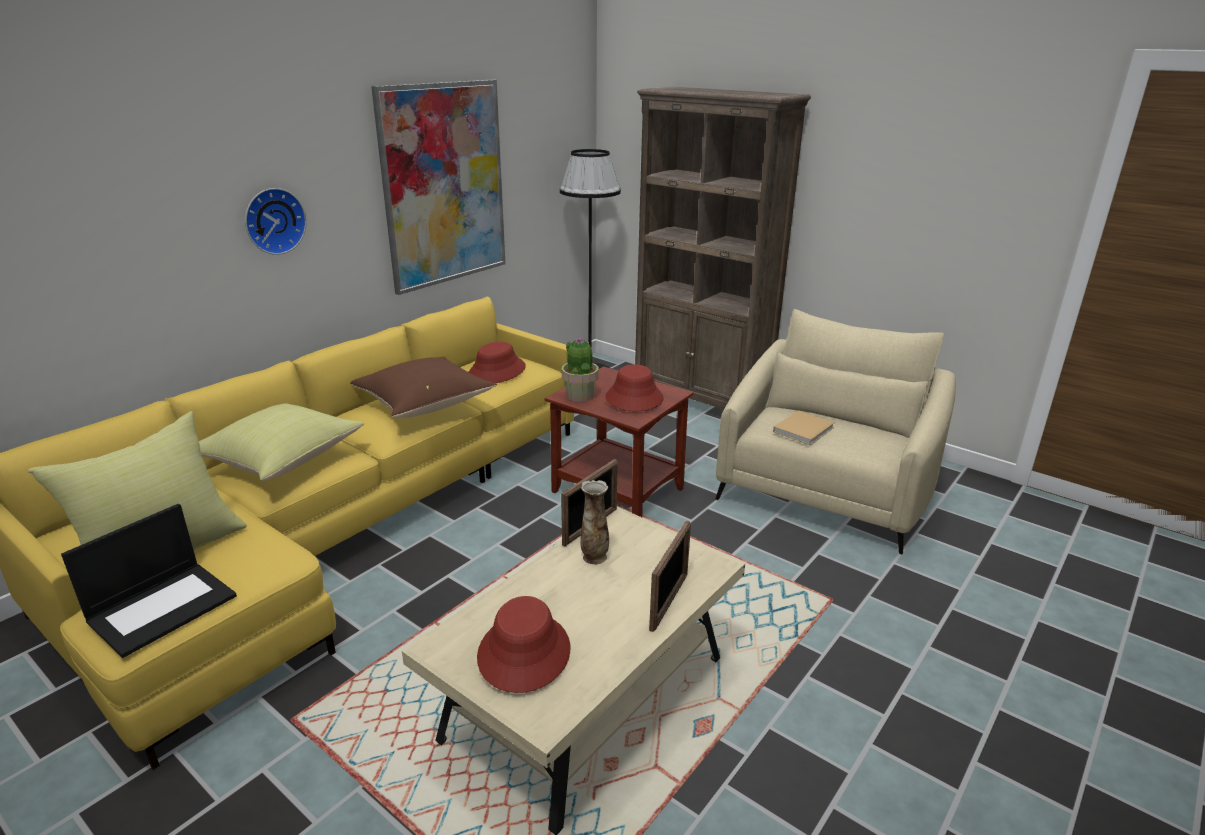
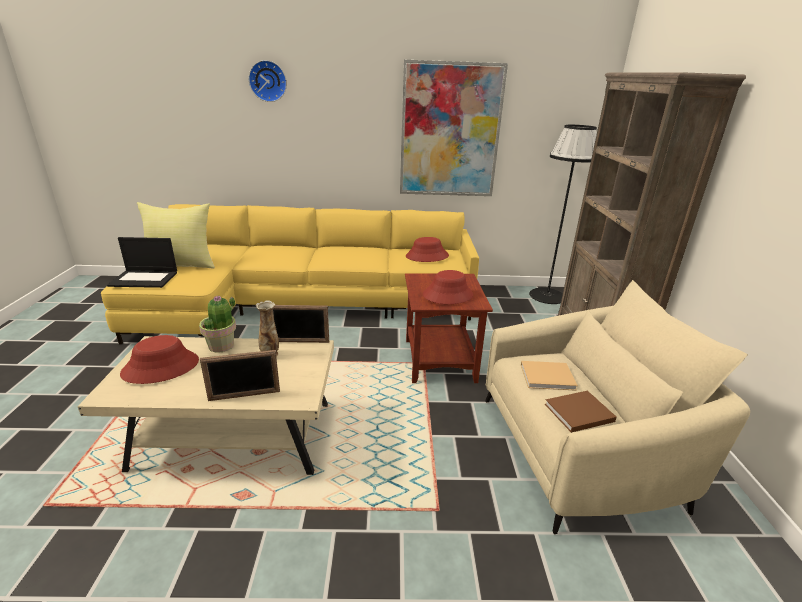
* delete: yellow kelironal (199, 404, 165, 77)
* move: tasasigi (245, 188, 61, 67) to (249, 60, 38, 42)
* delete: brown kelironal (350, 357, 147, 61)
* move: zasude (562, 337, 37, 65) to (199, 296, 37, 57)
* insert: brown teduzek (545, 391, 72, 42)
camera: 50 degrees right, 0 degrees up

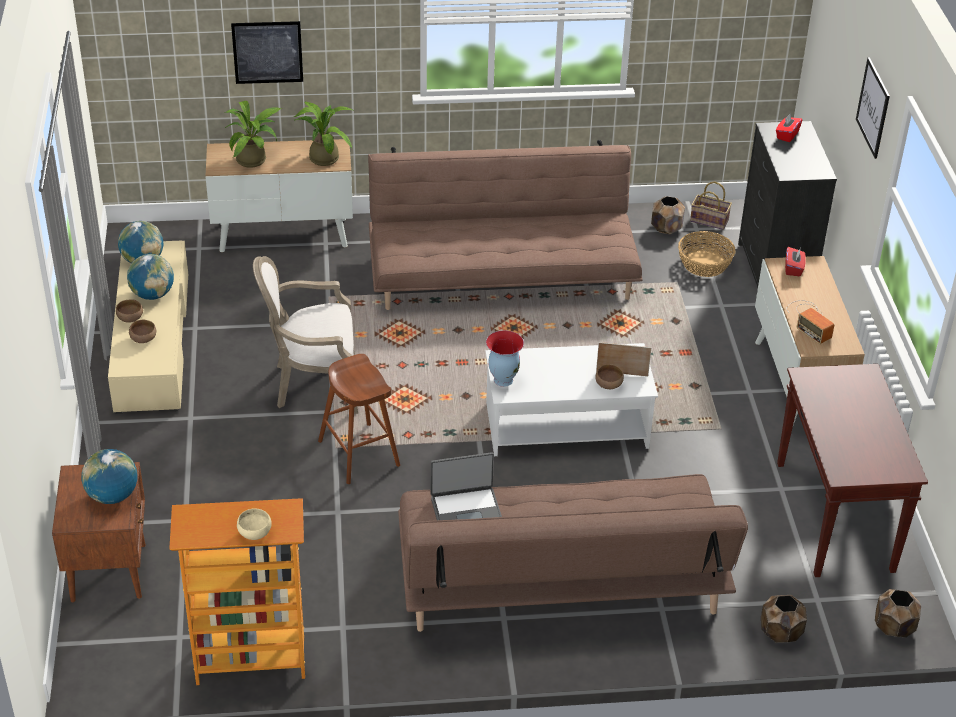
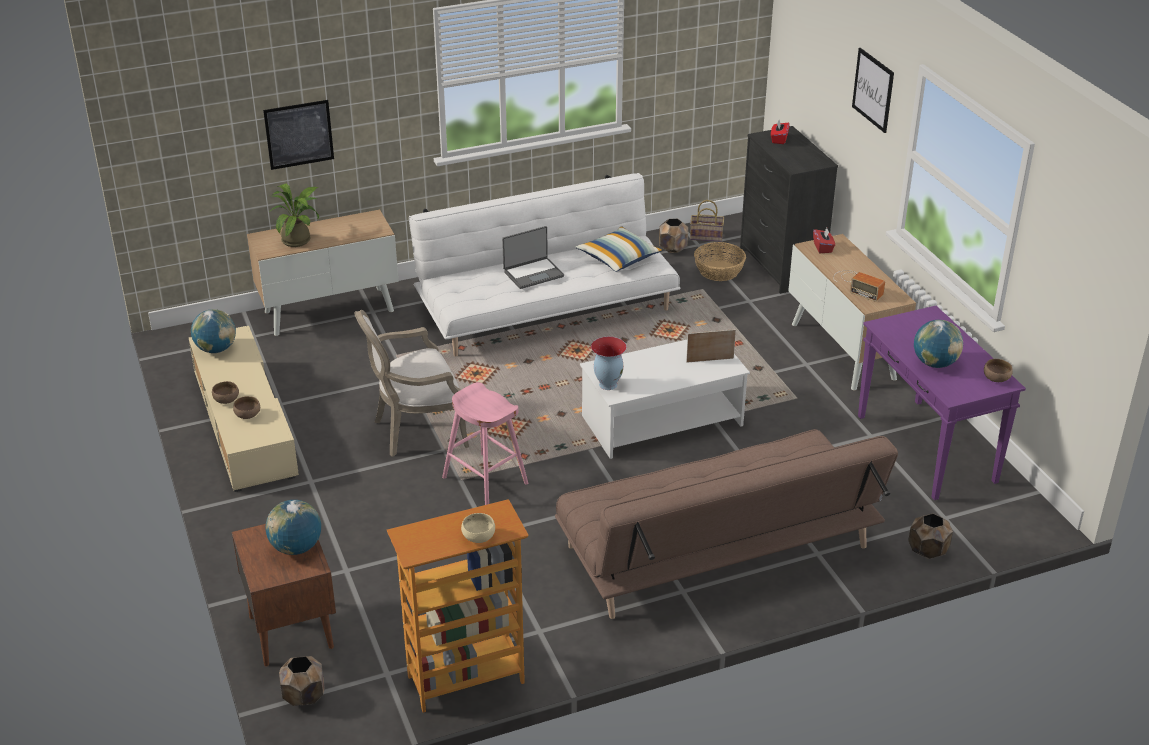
* move: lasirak (127, 254, 47, 46) to (914, 320, 49, 48)
* delete: zasude (294, 101, 59, 65)
* recolor: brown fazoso (318, 354, 82, 130) to pink fazoso (442, 382, 86, 123)
* recolor: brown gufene (368, 140, 275, 170) to white gufene (409, 173, 271, 183)
* move: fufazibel (431, 452, 71, 68) to (502, 226, 62, 63)
* move: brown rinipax (595, 364, 29, 25) to (984, 359, 29, 23)
* recolor: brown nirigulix (777, 364, 151, 213) to purple nirigulix (858, 306, 168, 194)
* move: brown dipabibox (875, 589, 46, 49) to (279, 656, 46, 50)
* insert: kelironal (575, 227, 87, 45)
camera: 15 degrees left, 5 degrees down

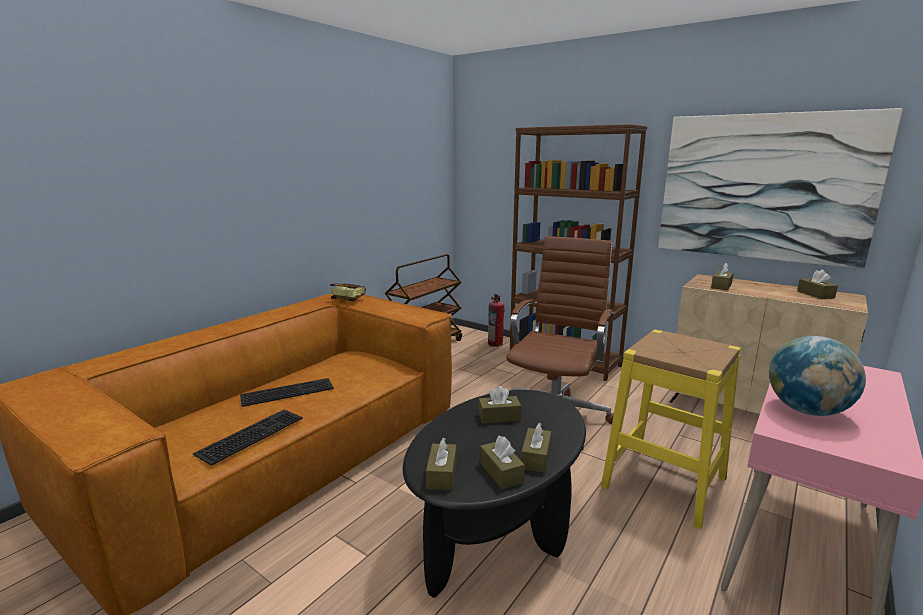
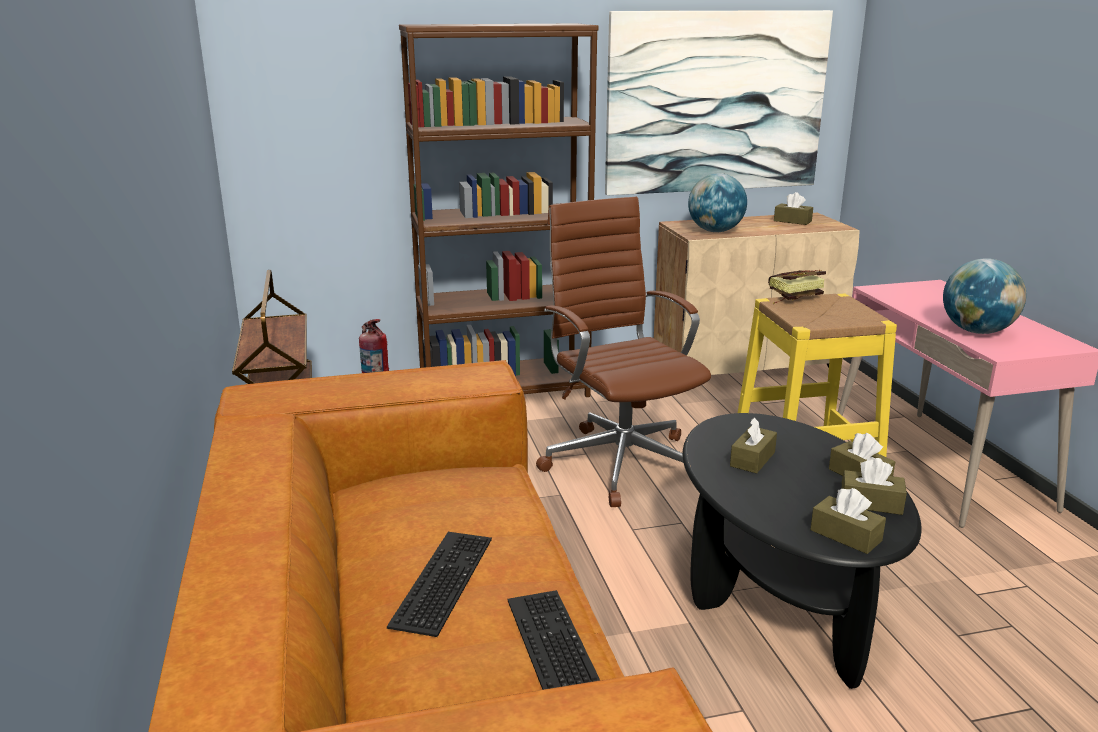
* move: teduzek (329, 283, 37, 18) to (768, 270, 58, 34)
* replace: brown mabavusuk (711, 263, 23, 27) to lasirak (688, 173, 59, 59)
camera: 50 degrees left, 5 degrees up

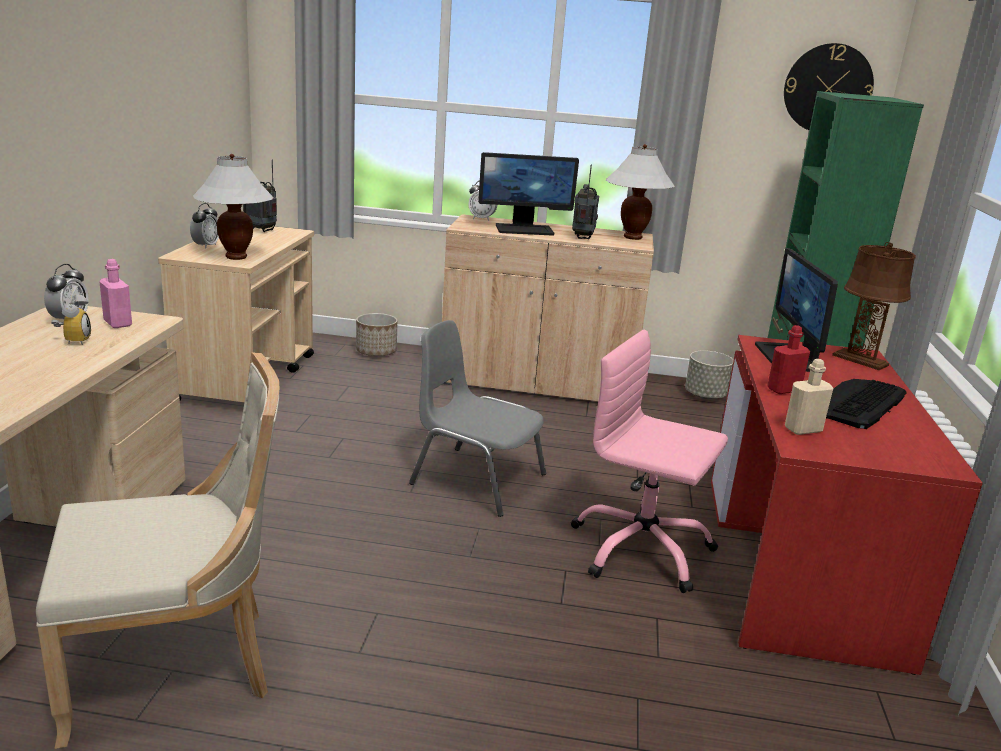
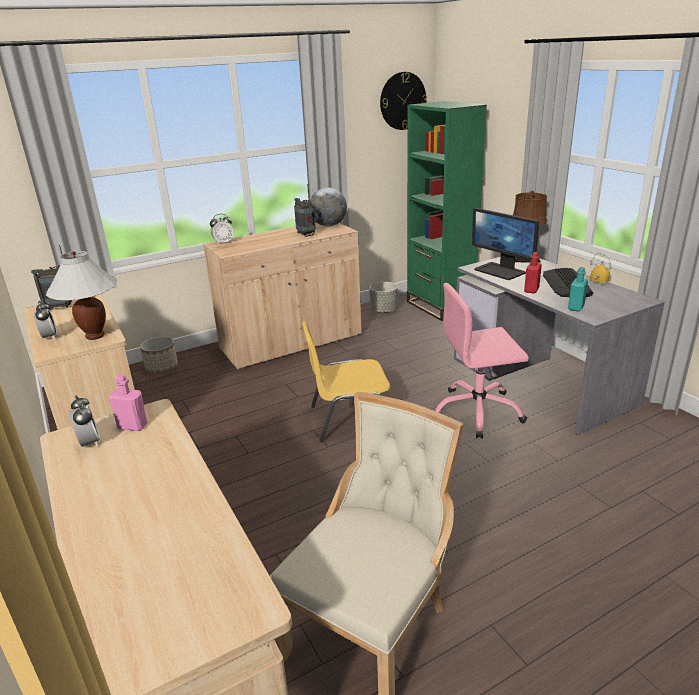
* move: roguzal (51, 286, 40, 59) to (590, 253, 21, 33)
* recolor: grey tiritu (409, 320, 137, 197) to yellow tiritu (302, 321, 89, 121)
* delete: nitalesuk (478, 152, 101, 84)
* replace: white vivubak (606, 144, 69, 96) to lasirak (309, 187, 38, 40)
* recolor: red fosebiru (711, 335, 272, 340) to grey fosebiru (454, 257, 211, 178)
* recolor: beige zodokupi (785, 359, 48, 76) to turquoise zodokupi (568, 267, 20, 45)
camera: 35 degrees left, 5 degrees up

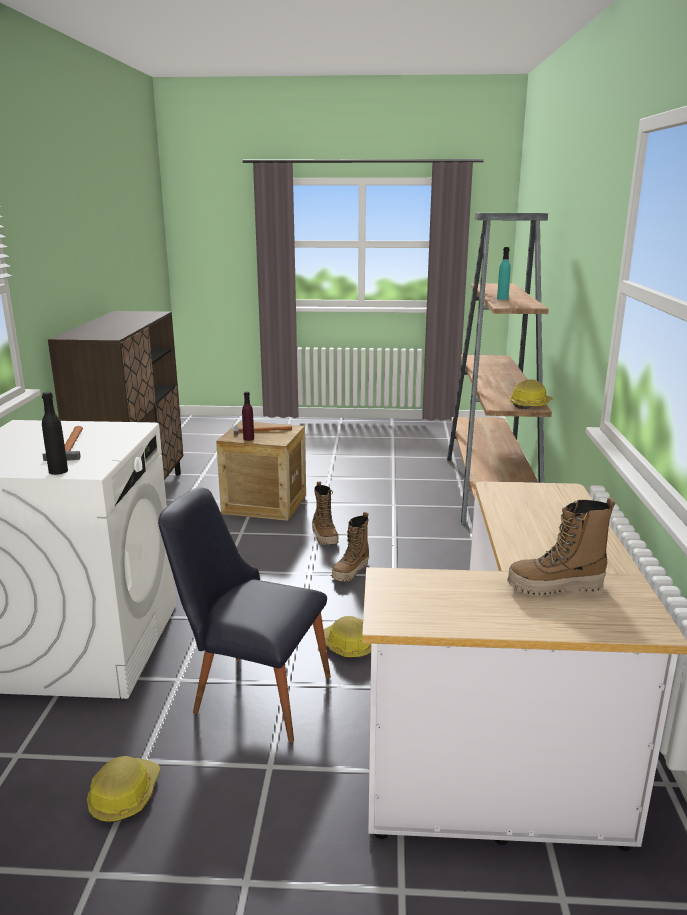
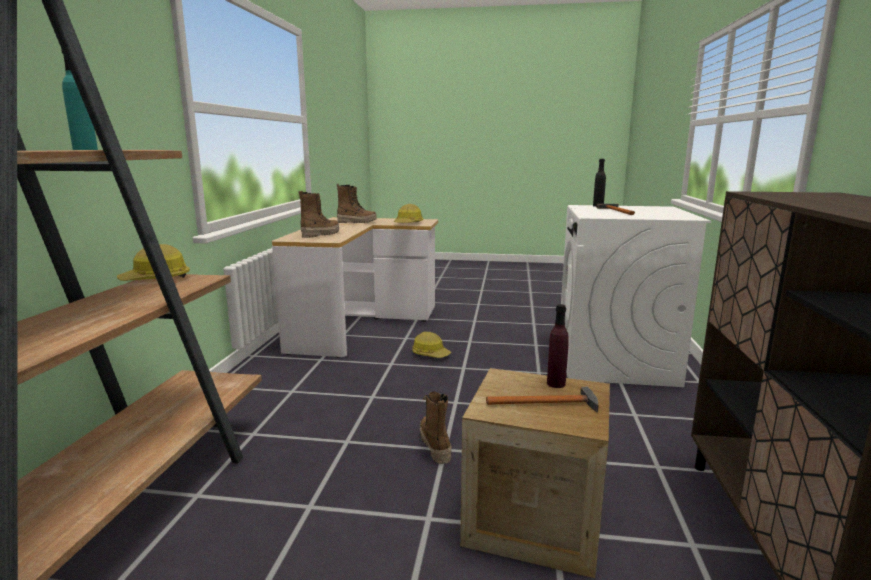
* move: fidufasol (87, 756, 73, 66) to (394, 204, 30, 19)
* delete: black tiritu (158, 488, 173, 254)
* move: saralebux (332, 512, 37, 70) to (299, 191, 40, 47)
camera: 175 degrees left, 5 degrees down

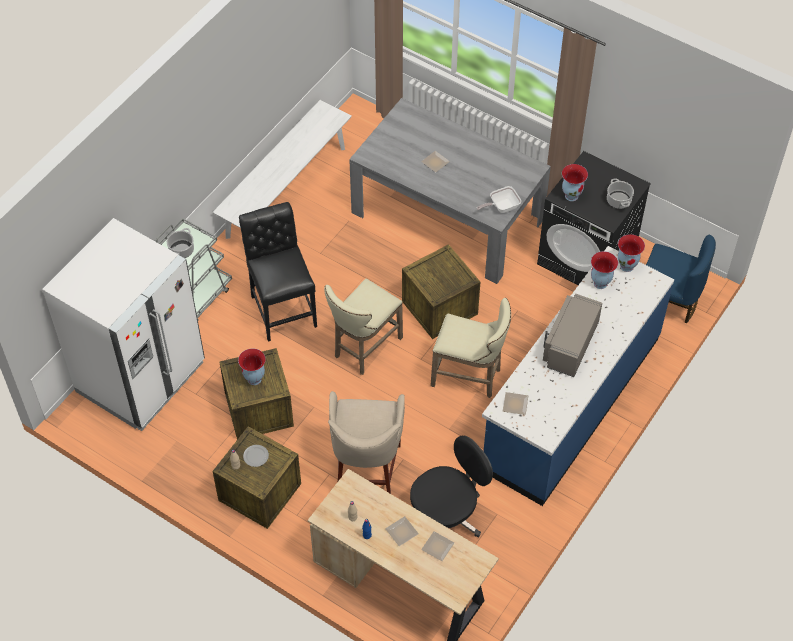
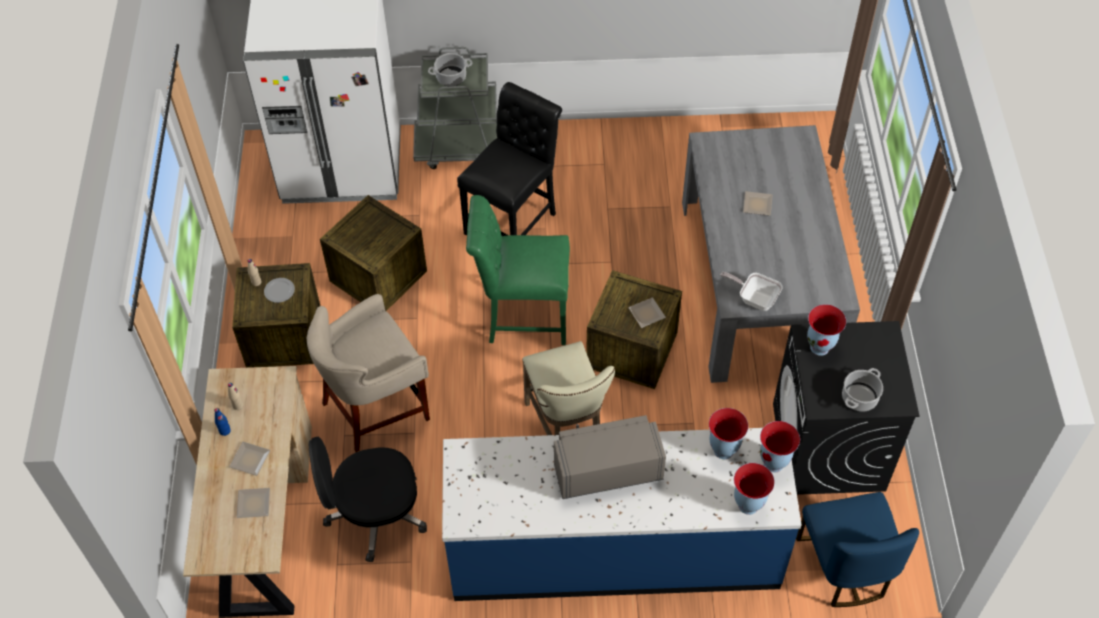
* delete: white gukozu (213, 100, 139, 139)
* move: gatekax (238, 348, 27, 37) to (734, 463, 41, 52)
* replace: beige fazoso (324, 279, 79, 96) to green tiritu (466, 195, 104, 150)
* rotate: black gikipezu (410, 436, 83, 102) = (309, 437, 118, 125) 150 degrees clockwise
* move: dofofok (503, 392, 25, 23) to (628, 297, 38, 31)
camera: 55 degrees right, 0 degrees up

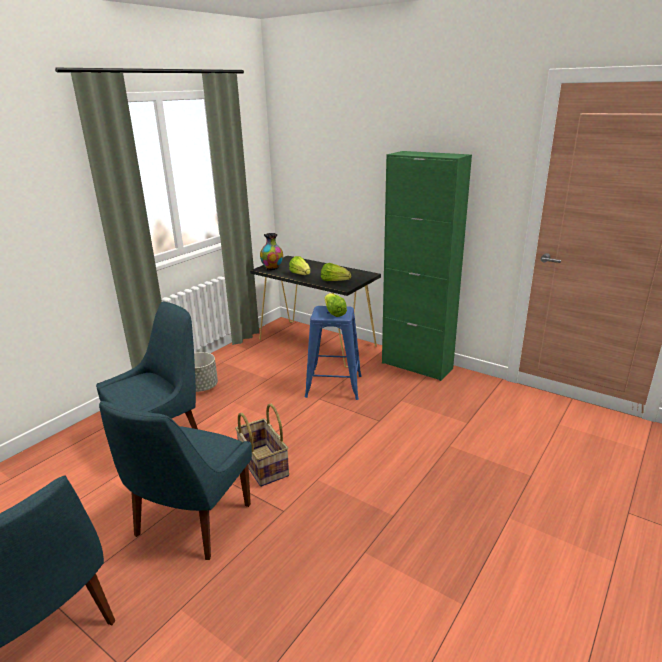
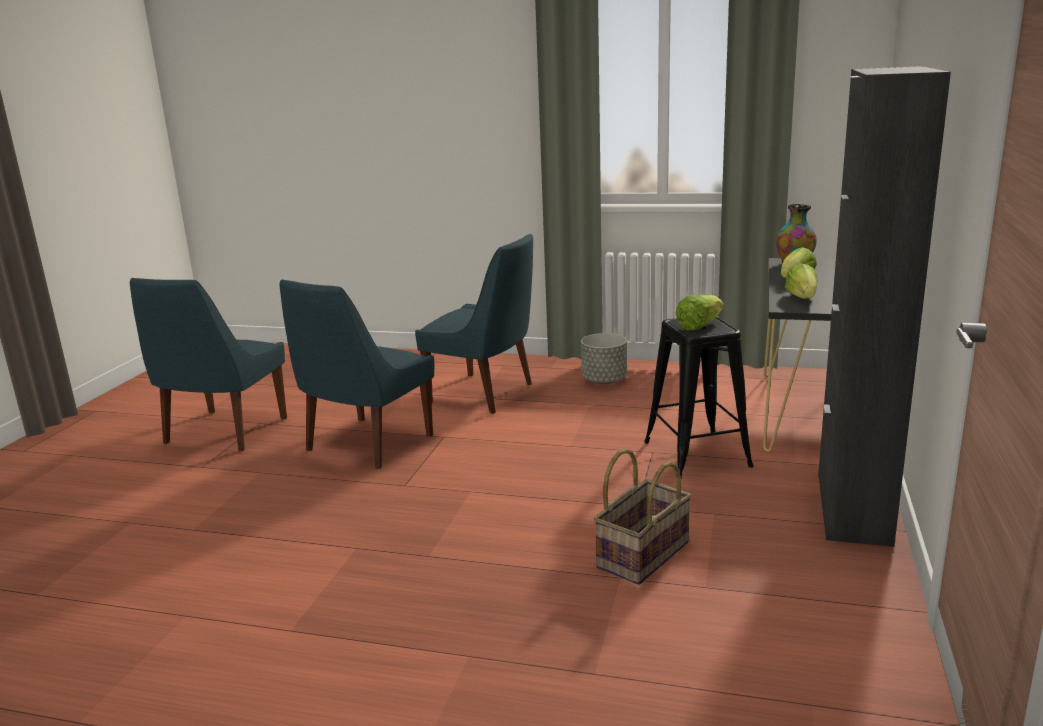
* rotate: blue tiritu (99, 401, 153, 159) = (280, 279, 154, 190) 60 degrees counterclockwise
* move: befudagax (235, 404, 54, 83) to (593, 448, 99, 137)
* recolor: blue fazoso (305, 306, 57, 94) to black fazoso (644, 317, 109, 161)
* recolor: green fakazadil (382, 151, 90, 230) to black fakazadil (818, 66, 133, 481)
camera: 70 degrees right, 5 degrees down

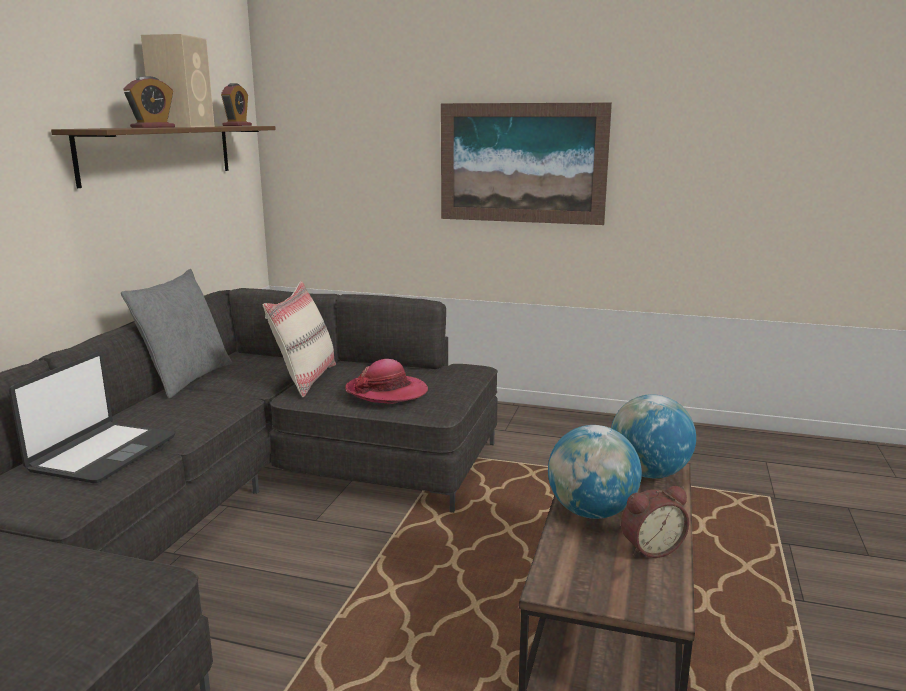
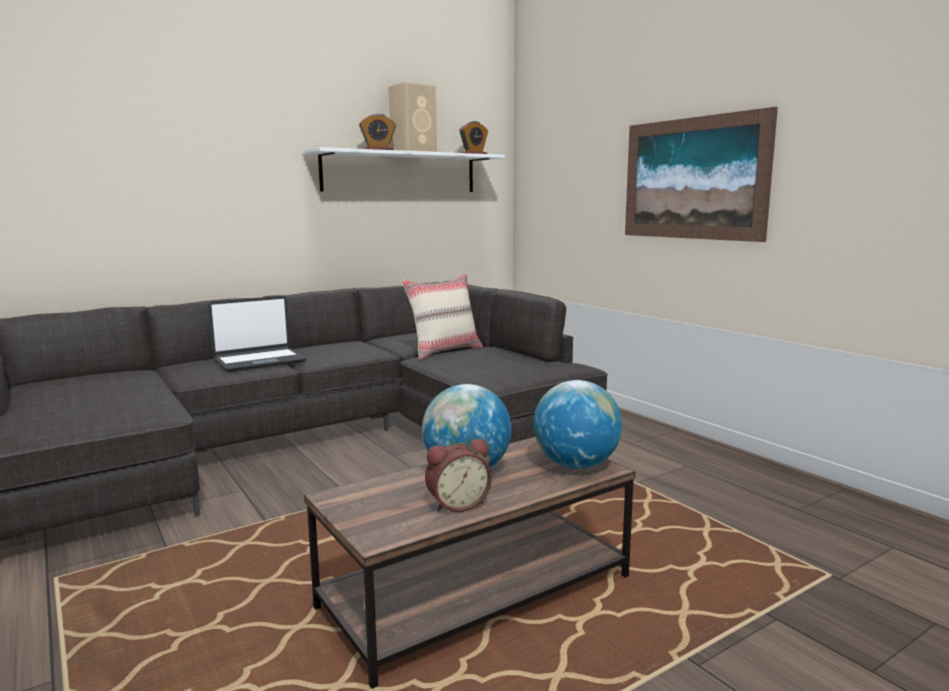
* recolor: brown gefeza (51, 126, 225, 62) to white gefeza (304, 147, 201, 45)
* delete: grey kelironal (121, 269, 111, 130)
* delete: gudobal (345, 359, 83, 45)
* rotate: roguzal (621, 486, 68, 72) = (425, 439, 67, 73) 45 degrees counterclockwise
camera: 40 degrees right, 5 degrees down

